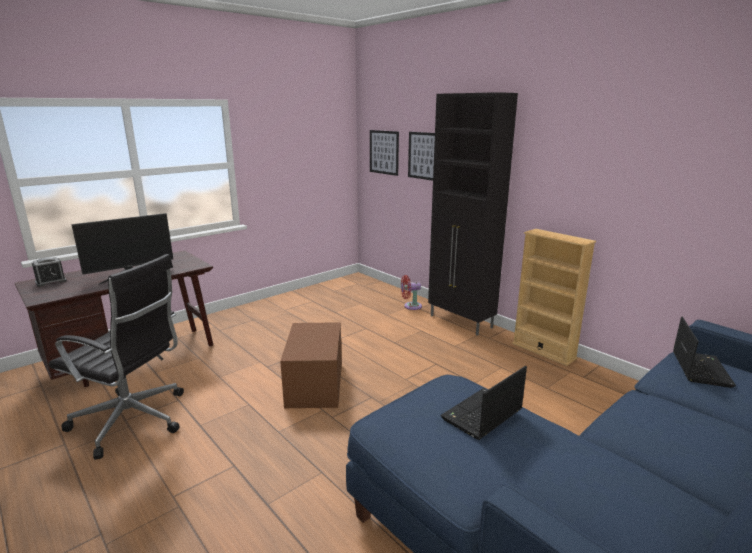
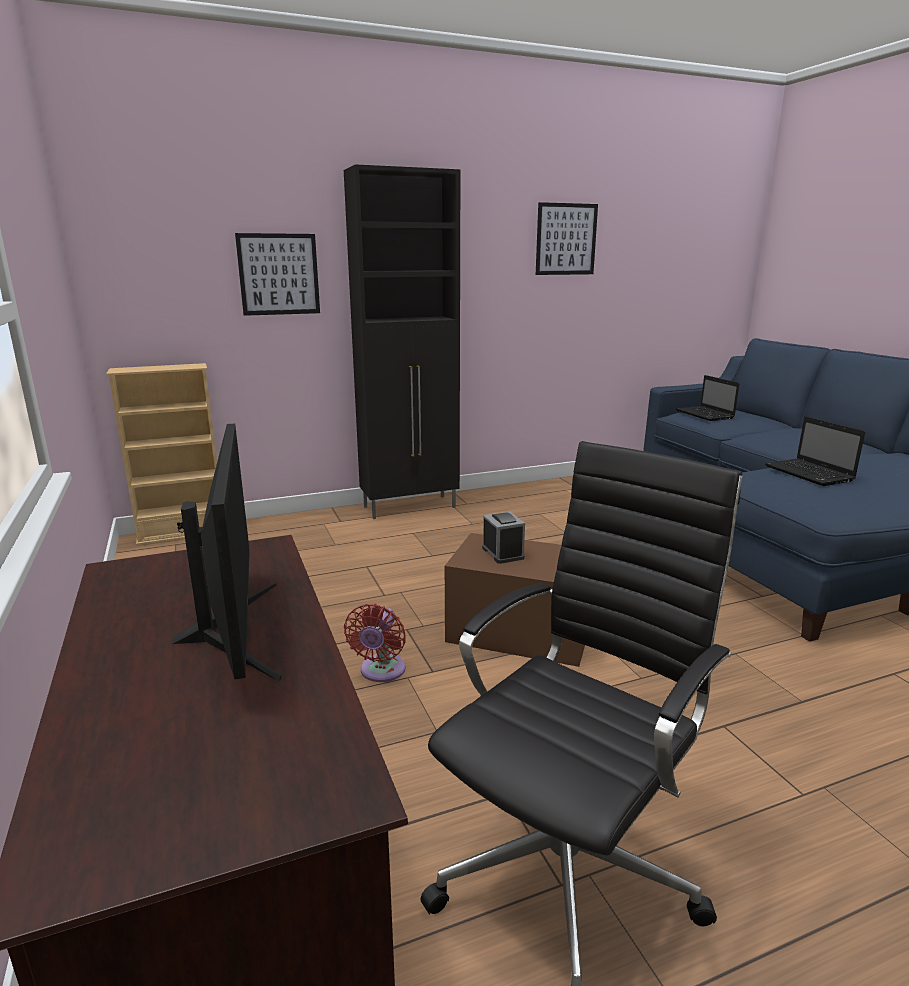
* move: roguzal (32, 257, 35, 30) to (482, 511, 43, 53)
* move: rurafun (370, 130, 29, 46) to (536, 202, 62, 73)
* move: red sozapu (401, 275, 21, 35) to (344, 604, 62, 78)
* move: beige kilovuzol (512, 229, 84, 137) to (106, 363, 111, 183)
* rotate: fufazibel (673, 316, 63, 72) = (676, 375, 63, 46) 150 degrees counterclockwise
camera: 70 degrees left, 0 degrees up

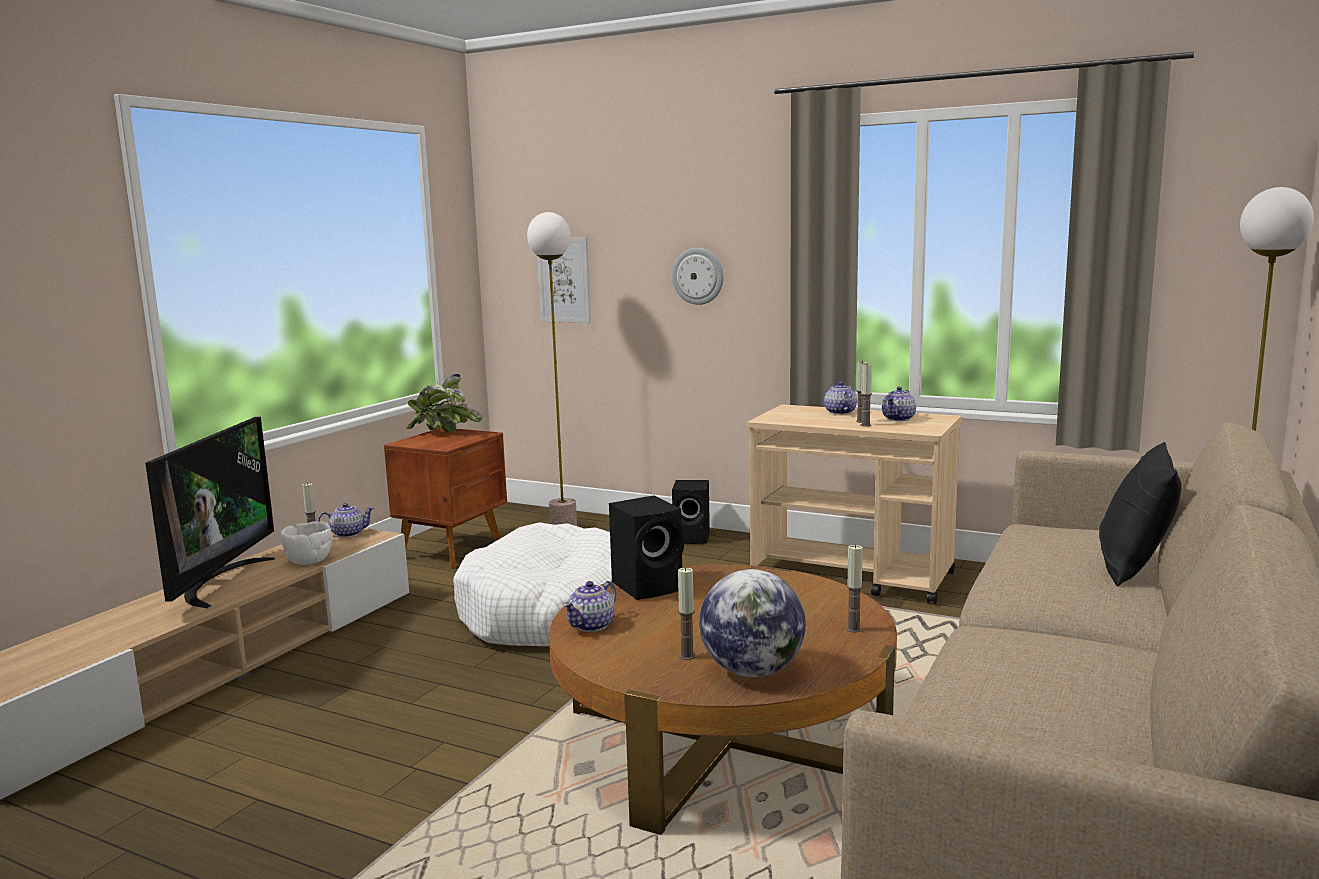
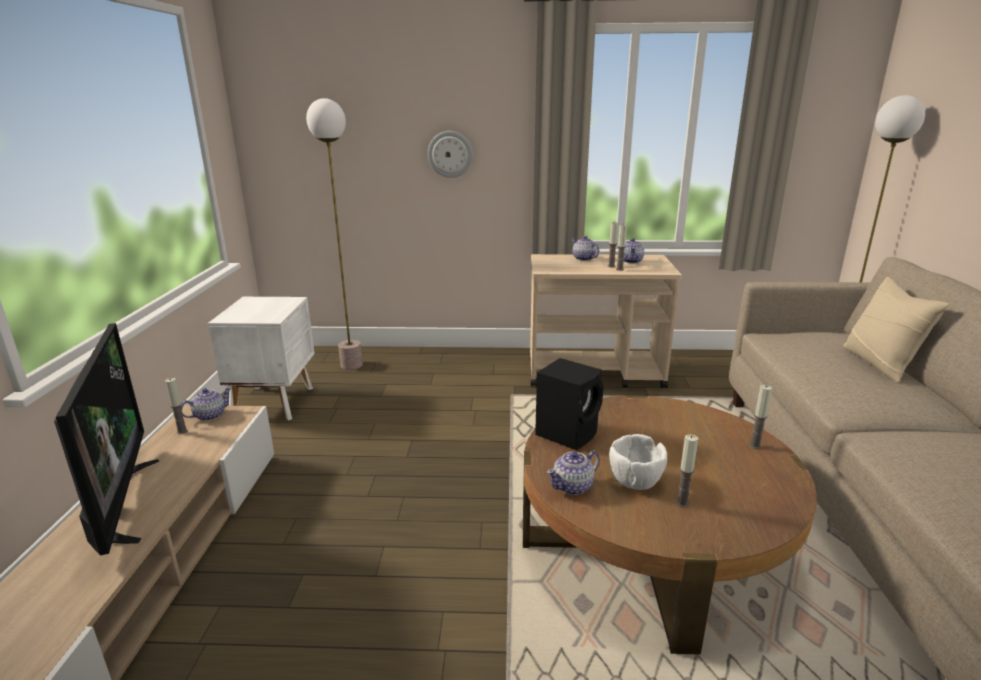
* move: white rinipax (280, 521, 53, 44) to (609, 434, 58, 56)
* recolor: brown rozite (384, 428, 123, 141) to white rozite (208, 297, 107, 124)
* delete: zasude (406, 374, 76, 58)
* delete: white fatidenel (453, 522, 159, 124)
* delete: rurafun (537, 237, 54, 86)
* rotate: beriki (563, 581, 53, 51) = (547, 450, 53, 45) 45 degrees clockwise
* delete: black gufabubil (672, 480, 38, 64)
* delete: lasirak (699, 569, 107, 108)
* recolor: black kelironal (1099, 442, 83, 144) to beige kelironal (843, 277, 106, 106)
camera: 25 degrees left, 10 degrees up

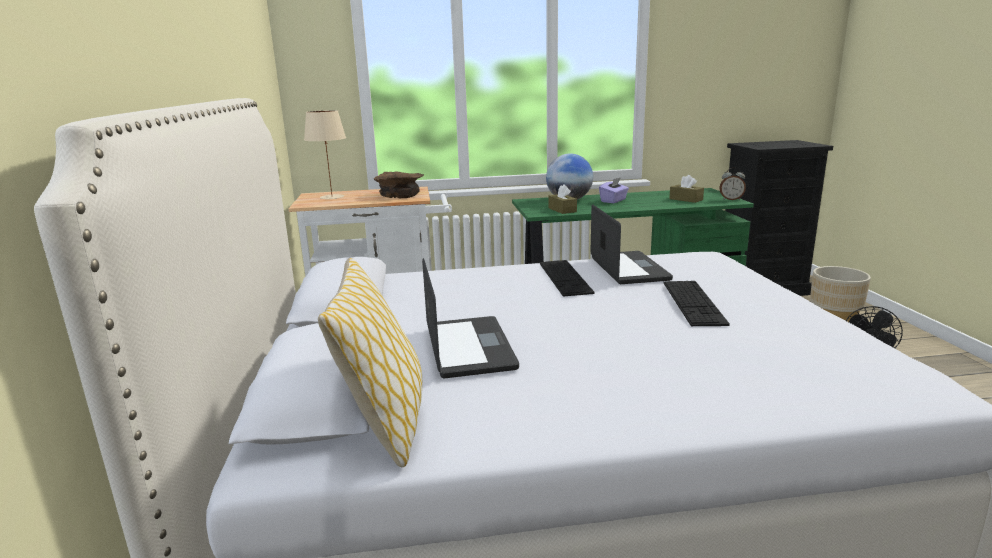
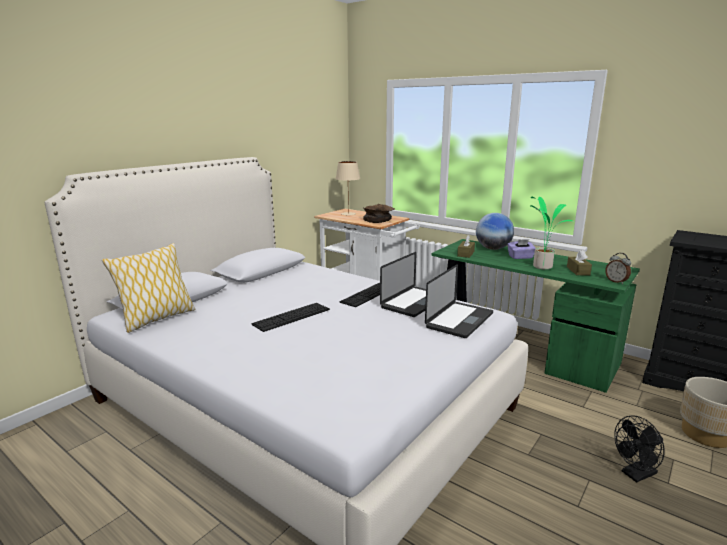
* move: fufazibel (422, 258, 97, 120) to (425, 264, 68, 74)
* move: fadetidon (663, 281, 67, 45) to (251, 303, 79, 29)
* insert: zasude (530, 197, 44, 73)
camera: 45 degrees right, 0 degrees up

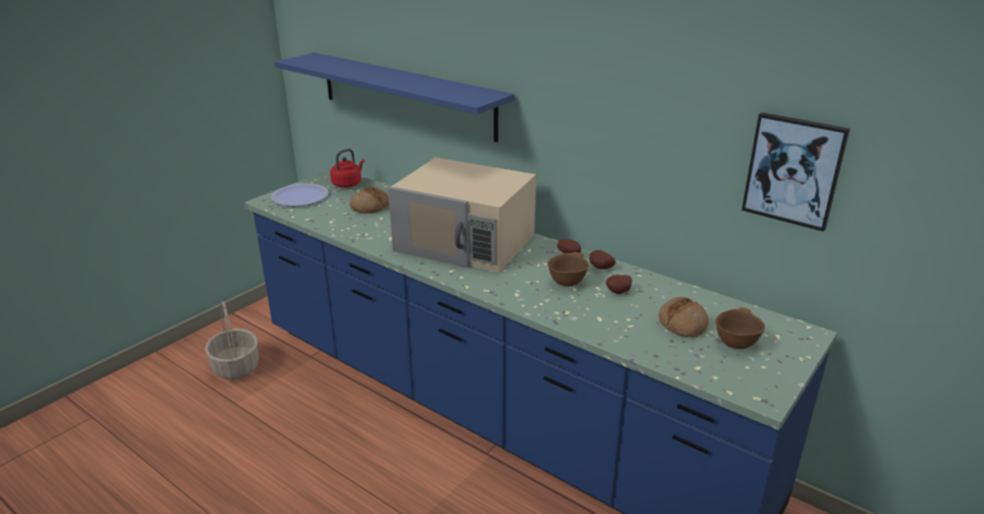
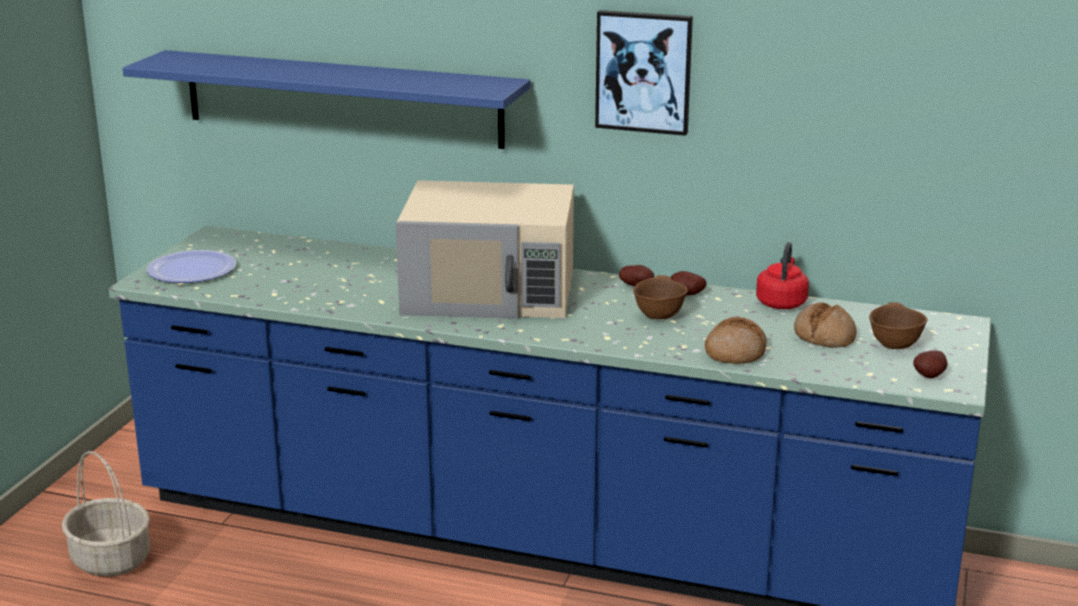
* move: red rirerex (330, 149, 35, 39) to (756, 242, 53, 67)
* move: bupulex (350, 187, 39, 26) to (705, 317, 62, 47)
* move: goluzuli (606, 275, 26, 19) to (913, 350, 34, 28)
* move: rurafun (742, 112, 108, 120) to (595, 10, 98, 126)
camera: 20 degrees left, 5 degrees down

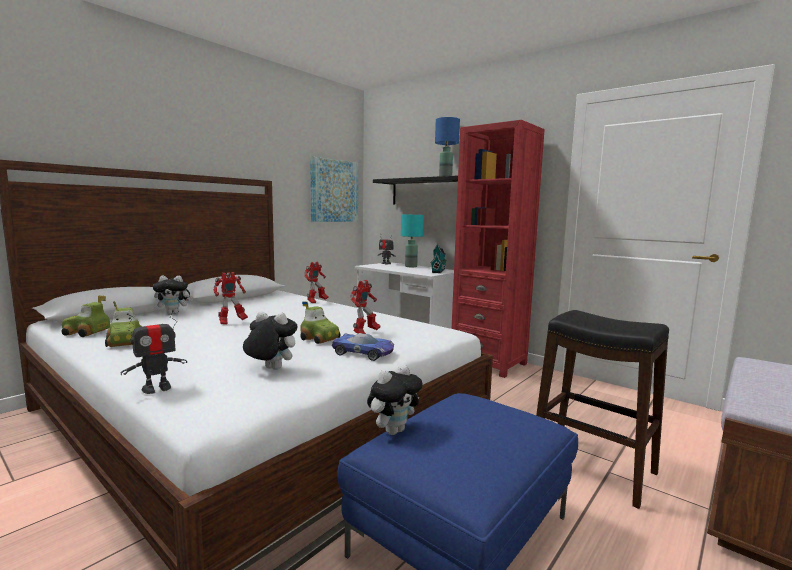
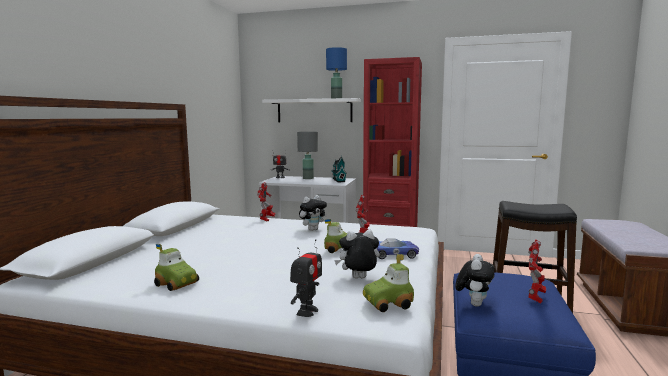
* move: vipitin (61, 295, 49, 42) to (363, 254, 51, 58)
* move: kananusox (153, 275, 40, 39) to (299, 195, 28, 36)
* move: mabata (213, 272, 35, 52) to (528, 239, 18, 64)
* delete: rurafun (310, 157, 48, 65)
* recolor: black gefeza (373, 175, 85, 30) to white gefeza (262, 98, 99, 24)
* recolor: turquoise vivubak (401, 214, 23, 53) to grey vivubak (297, 132, 21, 47)
camera: 25 degrees left, 0 degrees up

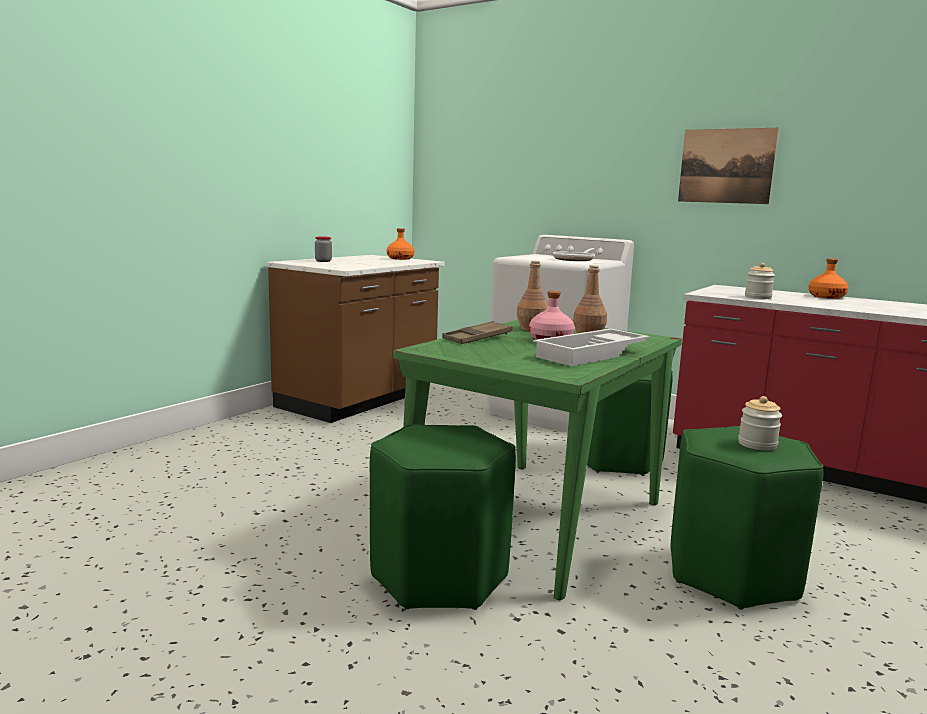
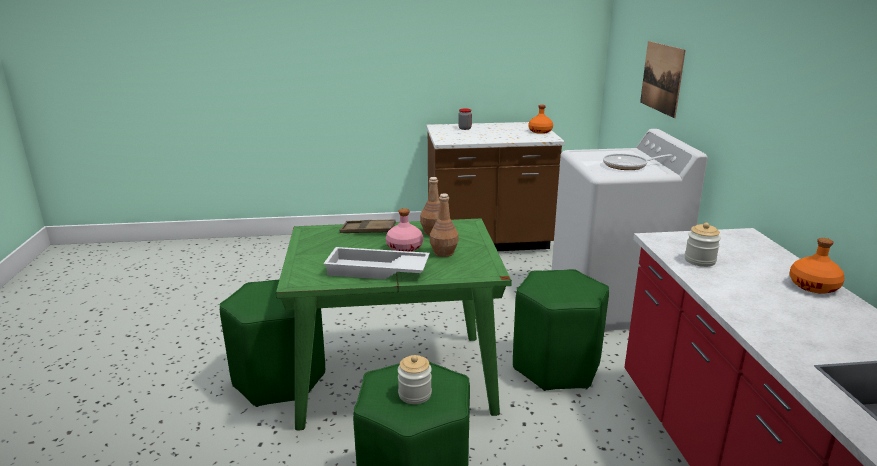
* move: rurafun (678, 128, 101, 76) to (640, 41, 45, 77)
camera: 50 degrees right, 10 degrees up

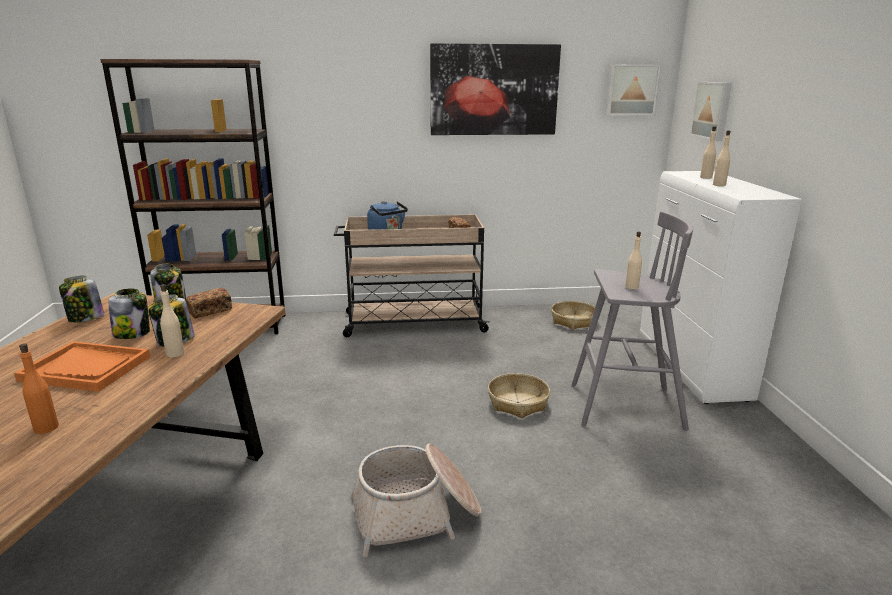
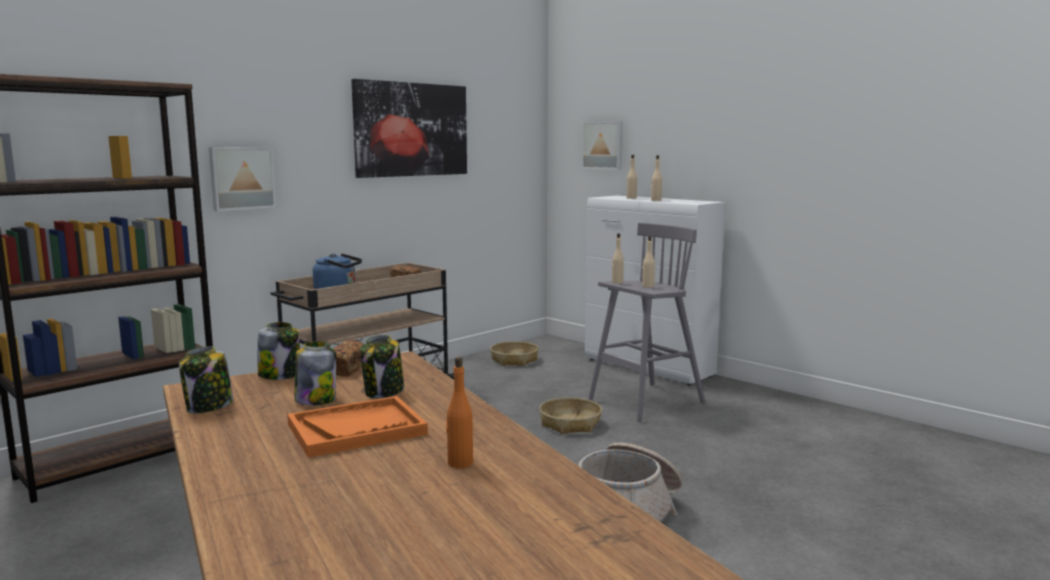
* move: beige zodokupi (160, 284, 25, 74) to (612, 233, 12, 51)
* move: rurafun (606, 64, 55, 51) to (209, 147, 67, 65)
camera: 40 degrees left, 10 degrees down

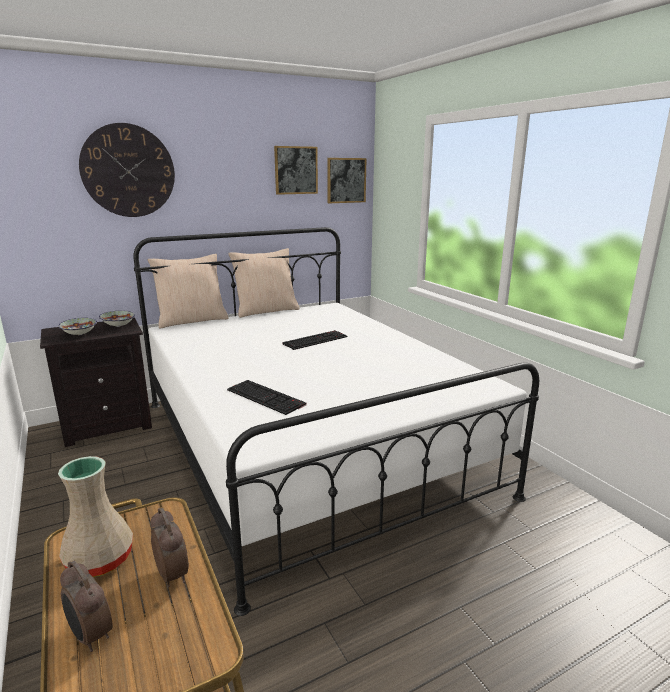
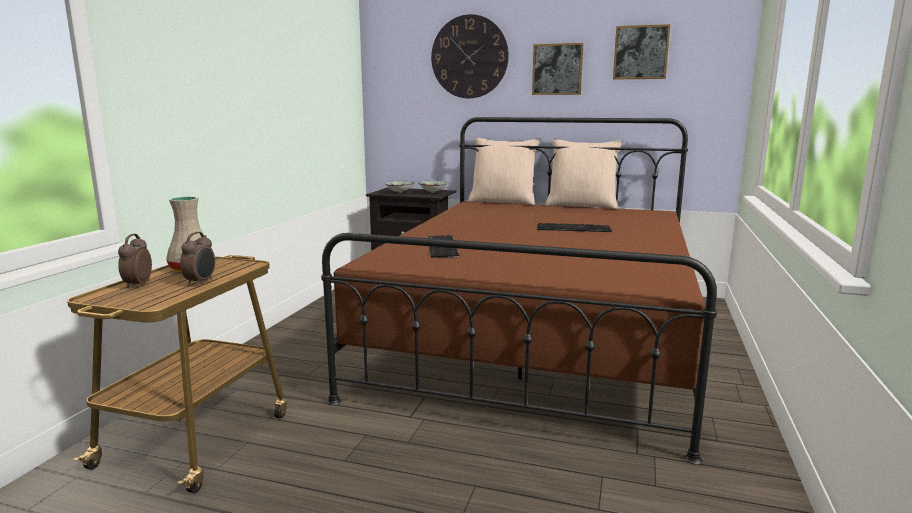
* recolor: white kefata (133, 227, 406, 389) to brown kefata (321, 117, 396, 348)
* move: rurafun (327, 158, 39, 45) to (532, 43, 52, 52)
camera: 45 degrees right, 5 degrees down

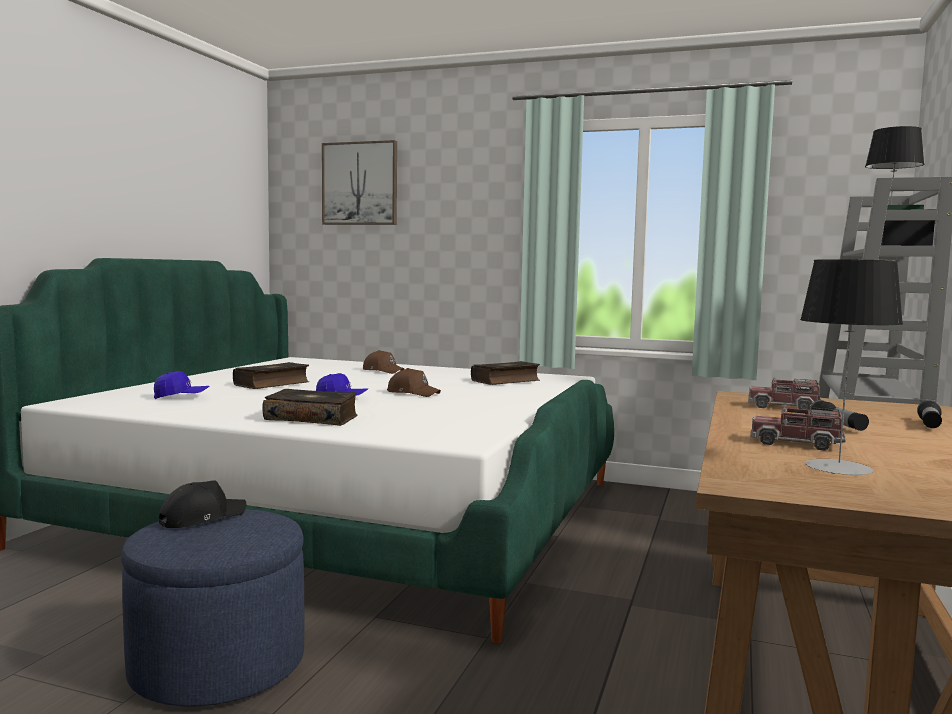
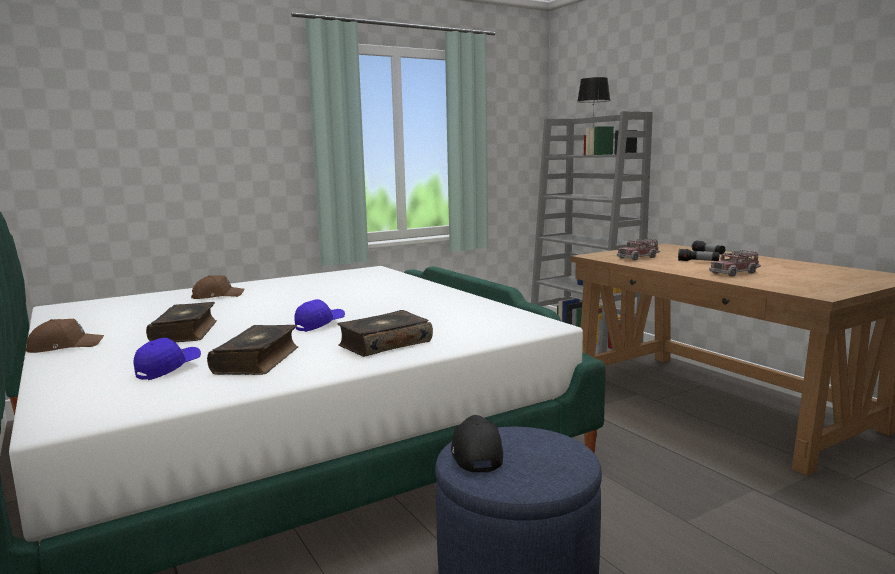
* delete: rurafun (322, 140, 75, 85)
* move: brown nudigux (387, 368, 54, 29) to (25, 319, 79, 34)
* move: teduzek (471, 361, 69, 24) to (207, 325, 91, 50)
* delete: vivubak (800, 259, 103, 216)
camera: 50 degrees left, 5 degrees up

